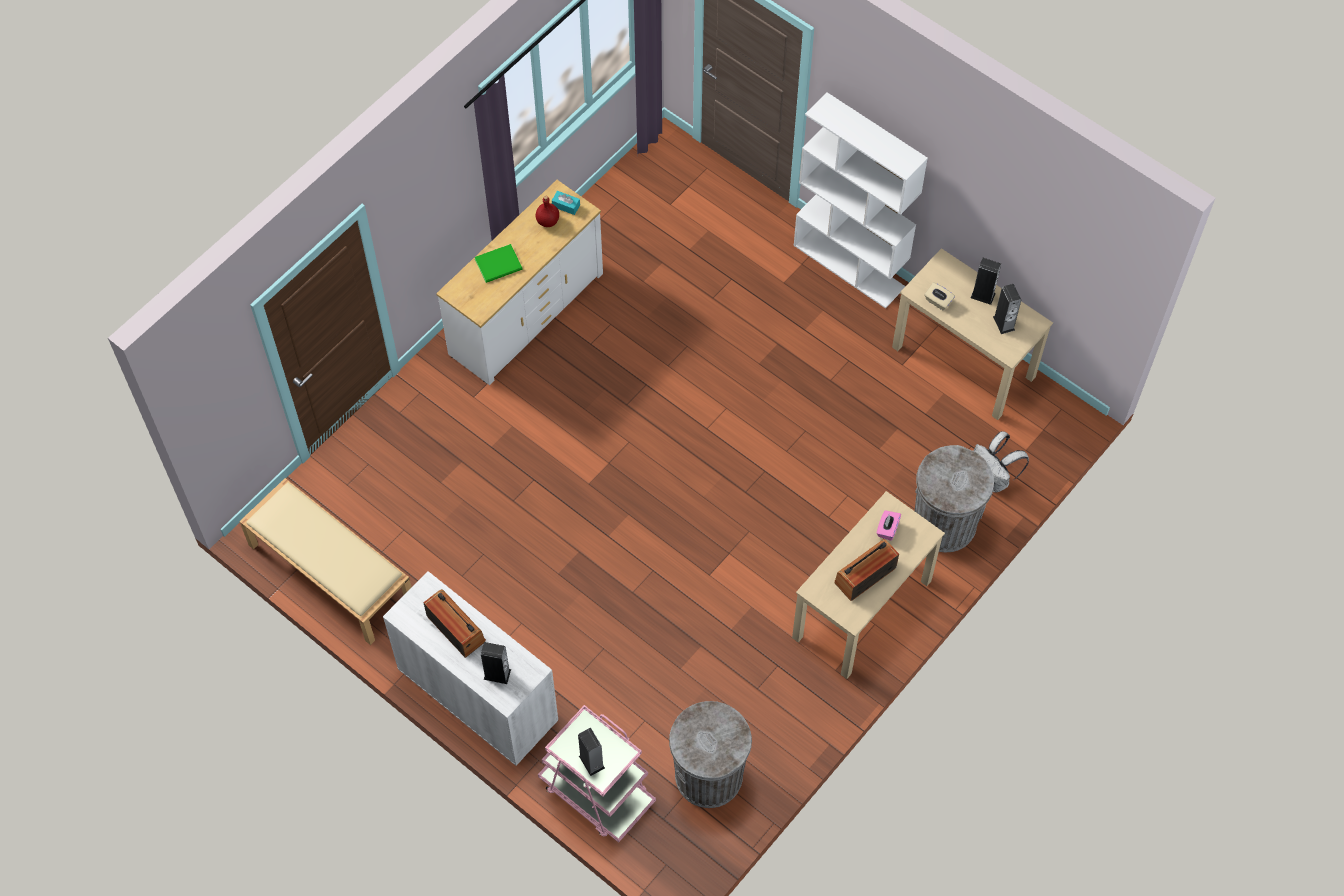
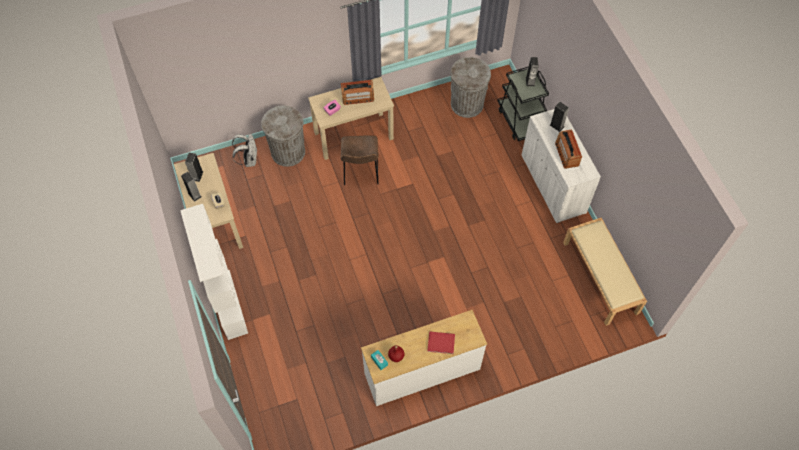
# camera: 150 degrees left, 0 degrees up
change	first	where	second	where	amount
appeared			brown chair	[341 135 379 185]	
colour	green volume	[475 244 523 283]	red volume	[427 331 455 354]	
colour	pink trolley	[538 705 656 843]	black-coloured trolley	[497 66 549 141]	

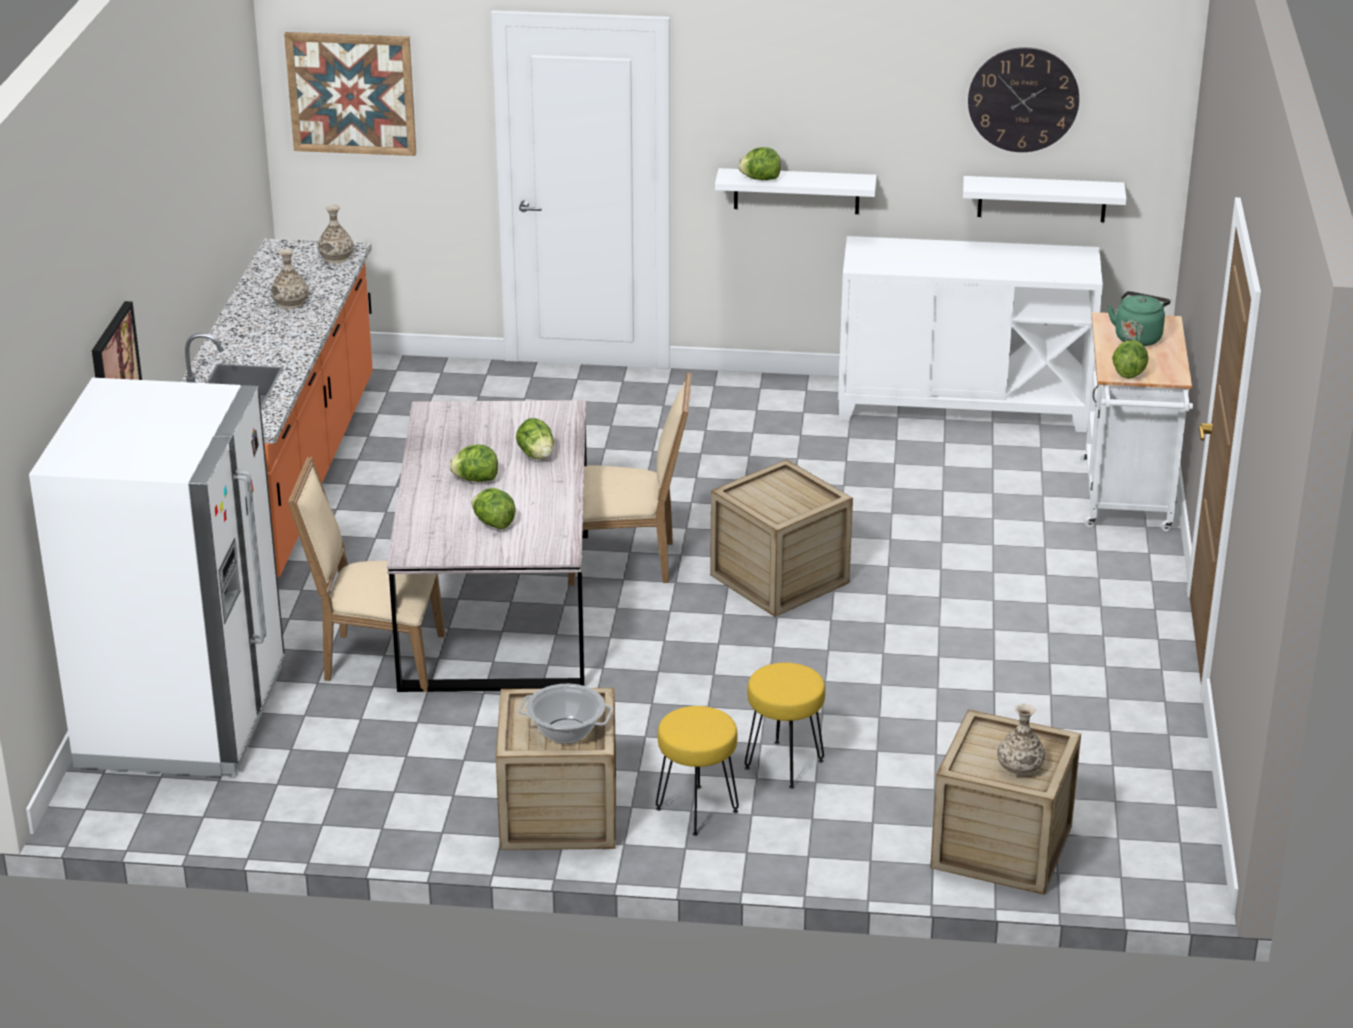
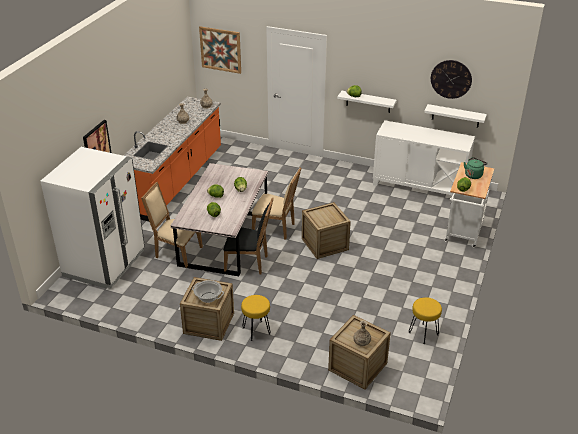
# camera: 15 degrees right, 5 degrees up
change	first	where	second	where	amount
appeared			black-coloured chair	[224 198 274 274]	
relocated	yellowish sitting stool	[745 663 825 789]		[409 297 442 344]	

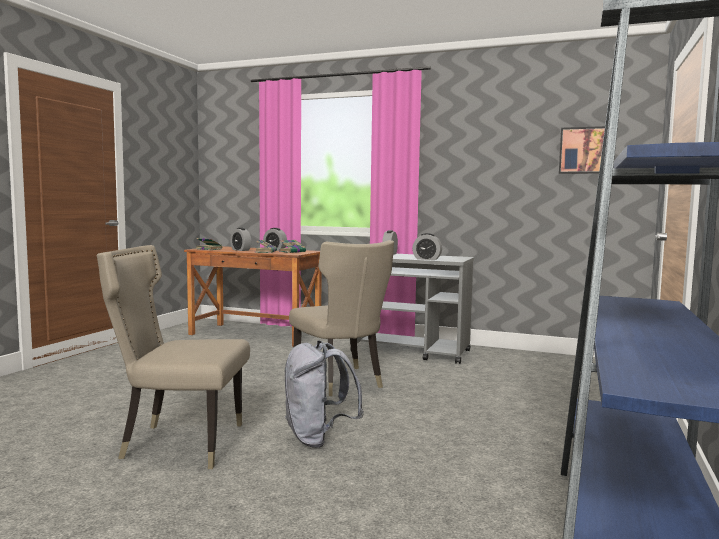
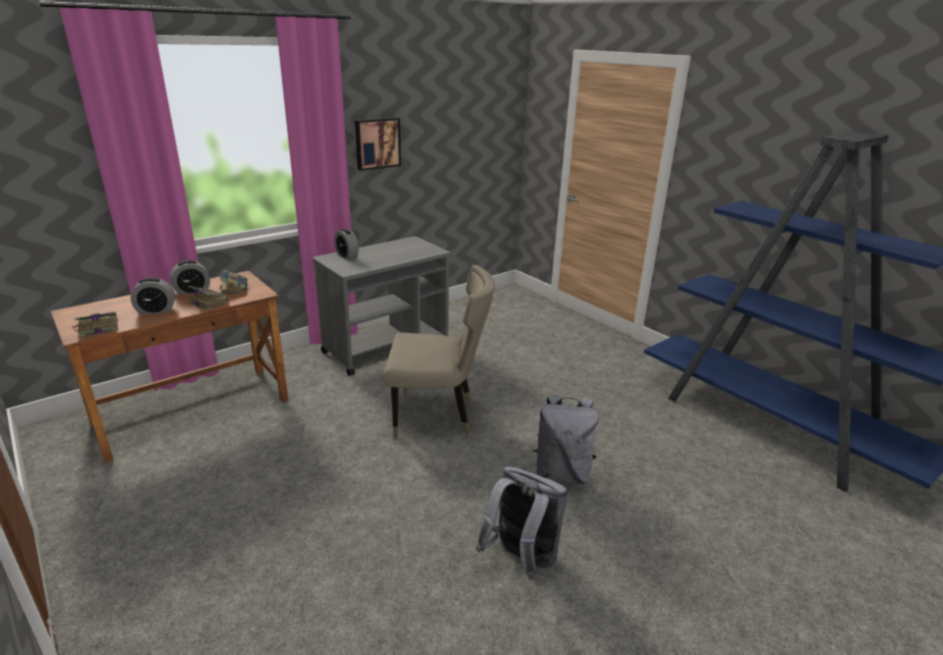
# camera: 60 degrees left, 20 degrees up
change	first	where	second	where	amount
relocated	picture	[559 126 605 174]		[355 117 401 171]	
exchanged	sand-coloured chair	[97 245 250 469]	grey backpack	[476 466 568 581]	
missing	alarm clock	[412 233 442 260]			

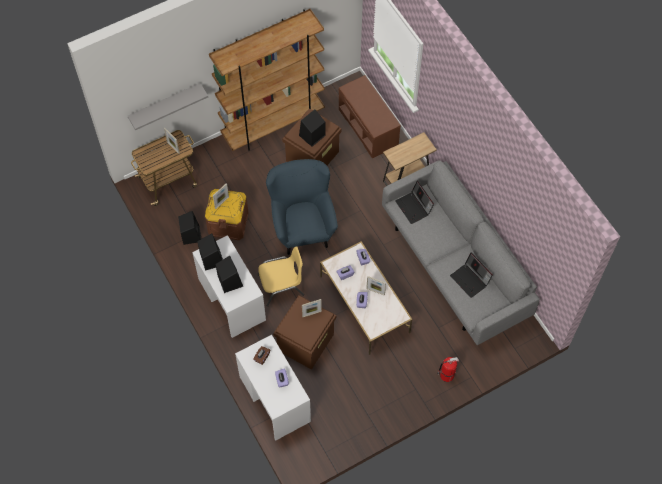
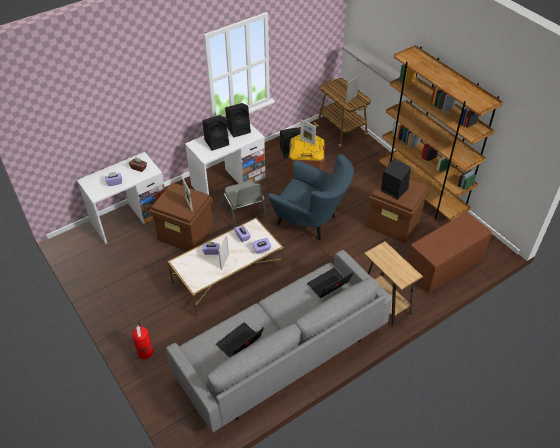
# camera: 85 degrees right, 15 degrees down
change	first	where	second	where	amount
colour	yellowish chair	[257 246 304 307]	grey chair	[223 181 267 227]	
spun	blue armchair	[266 159 338 255]		[268 154 354 240]	45 degrees clockwise

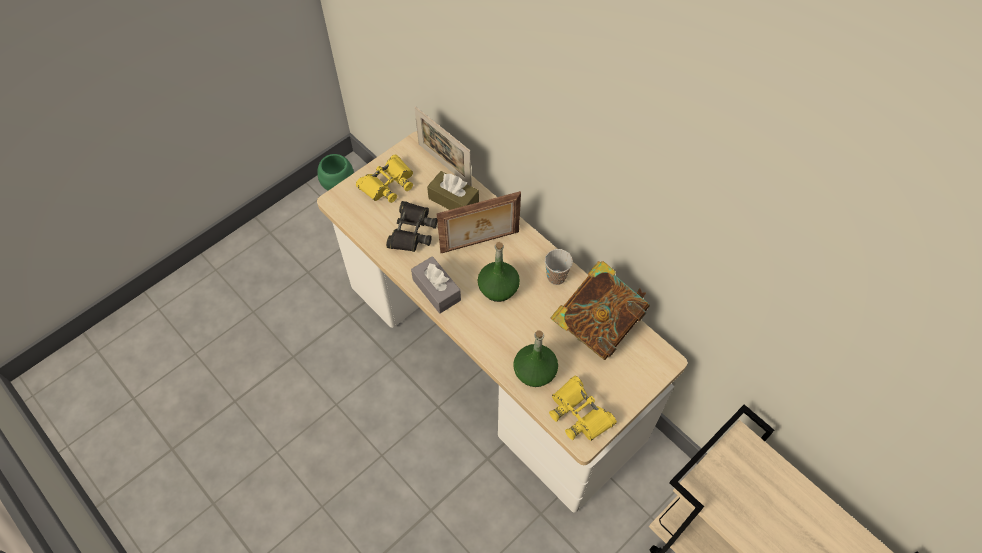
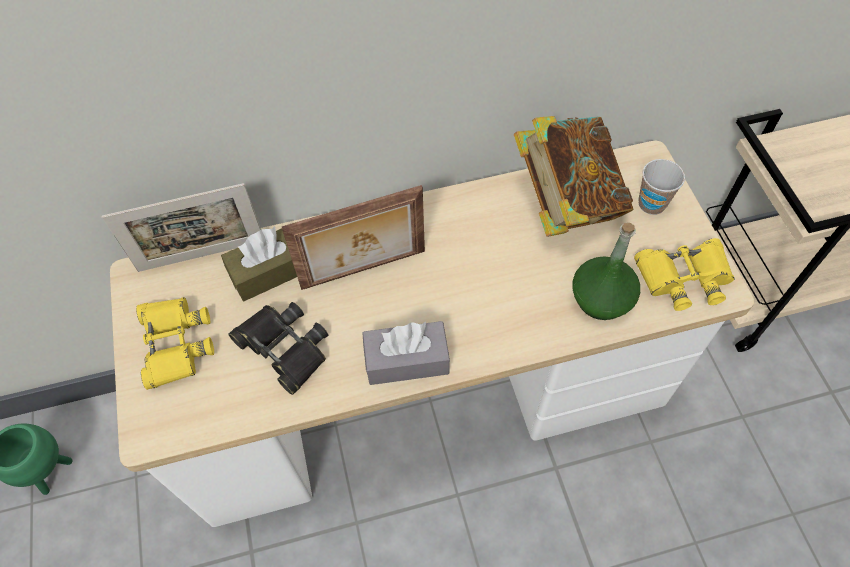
# camera: 60 degrees left, 0 degrees up
change	first	where	second	where	amount
spun	picture frame	[436 191 521 253]		[282 185 425 290]	60 degrees clockwise
relocated	drinking cup	[545 249 573 285]		[638 159 685 215]	
missing	green drink bottle	[478 242 520 302]			

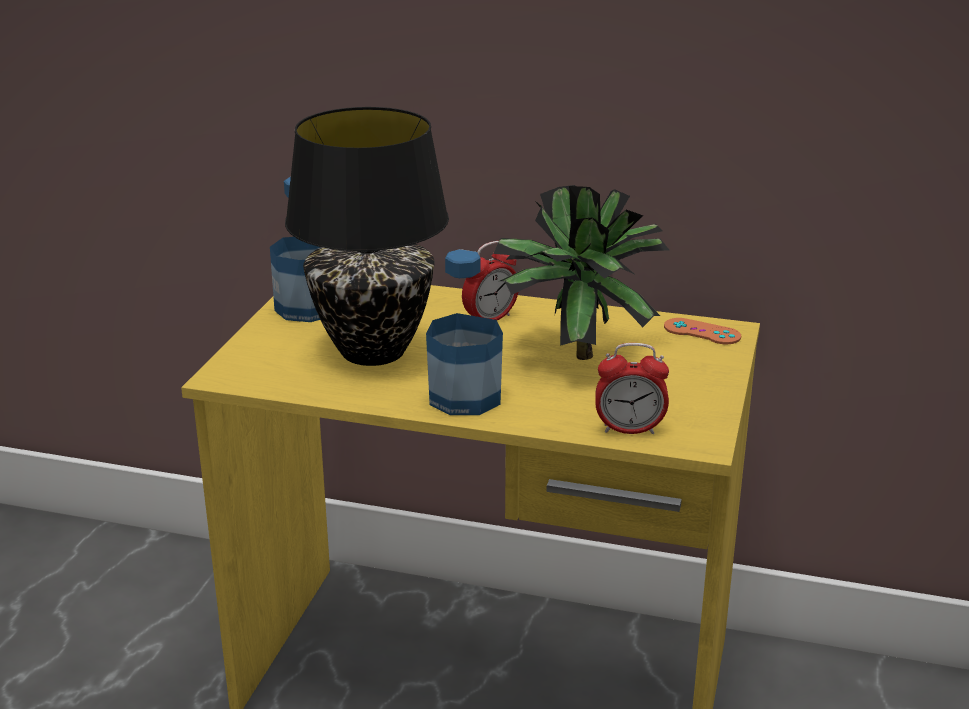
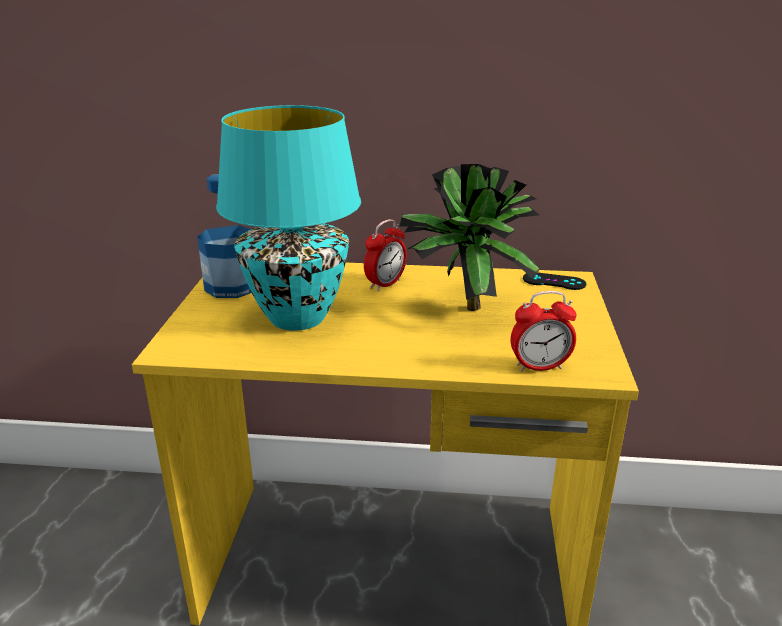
# camera: 10 degrees left, 0 degrees up
change	first	where	second	where	amount
colour	black-coloured tabletop lamp	[285 107 449 366]	turquoise tabletop lamp	[216 105 361 331]	
colour	orange-coloured gamepad	[664 318 741 344]	black-coloured gamepad	[523 273 586 290]	
missing	drink bottle	[426 249 503 415]			

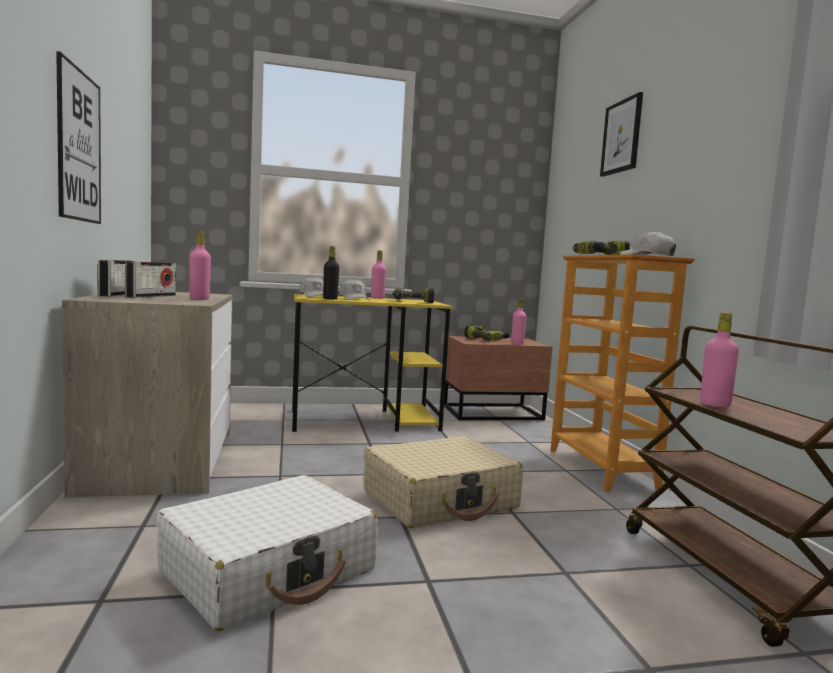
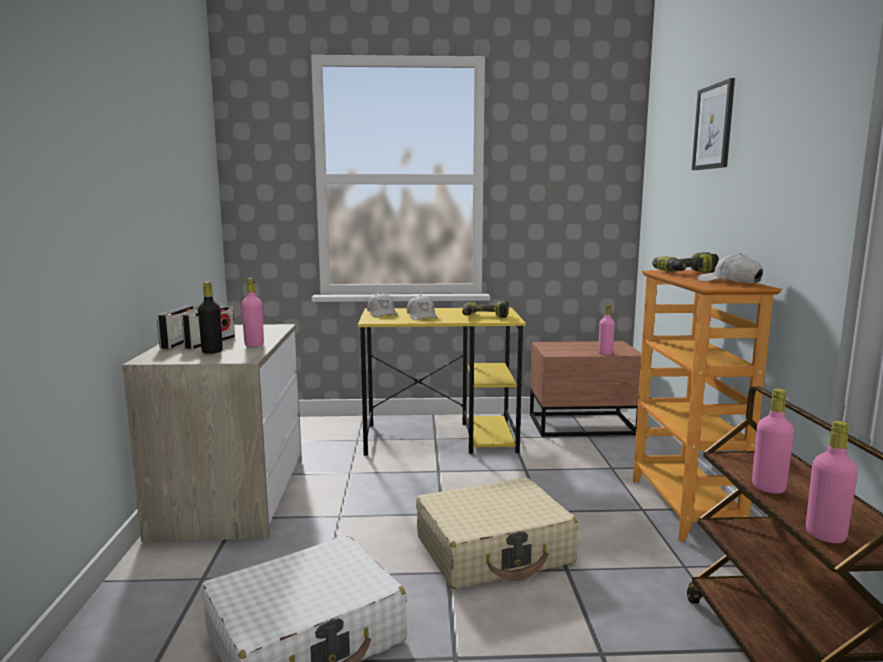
# camera: 10 degrees right, 5 degrees up
change	first	where	second	where	amount
relocated	black-coloured drink bottle	[323 246 339 300]		[198 282 223 354]	
relocated	pink drink bottle	[371 251 386 299]		[806 421 858 543]	
missing	picture	[56 51 101 224]			
missing	electric drill	[464 325 510 341]			

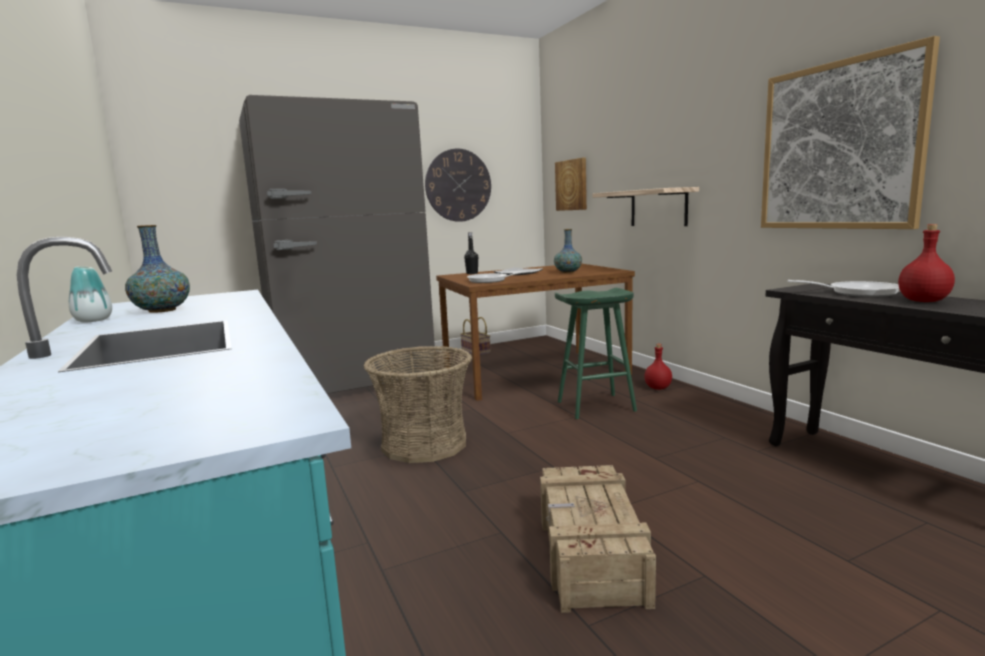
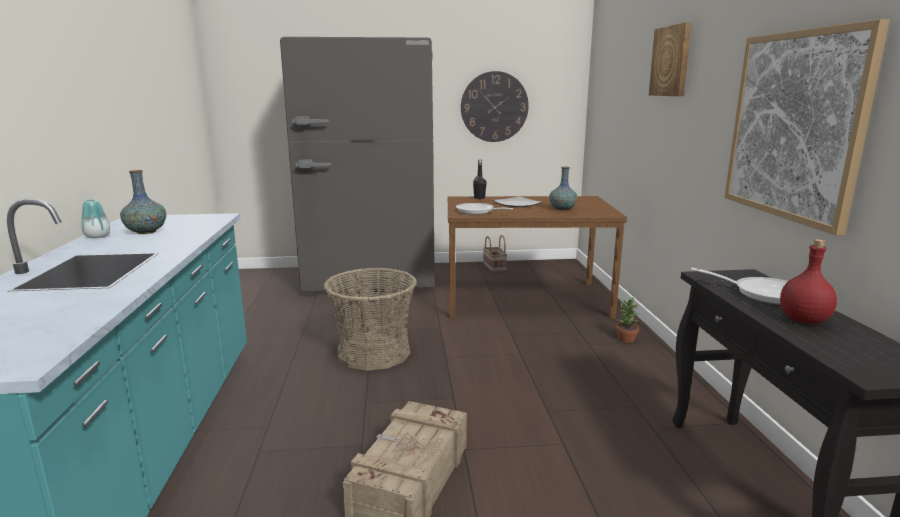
# camera: 20 degrees right, 5 degrees up
change	first	where	second	where	amount
exchanged	red drink bottle	[644 344 672 390]	houseplant	[616 296 639 343]	
relocated	picture	[555 158 587 211]		[649 22 692 96]	
missing	green sitting stool	[555 288 637 419]			
missing	wall shelf	[592 187 699 226]			

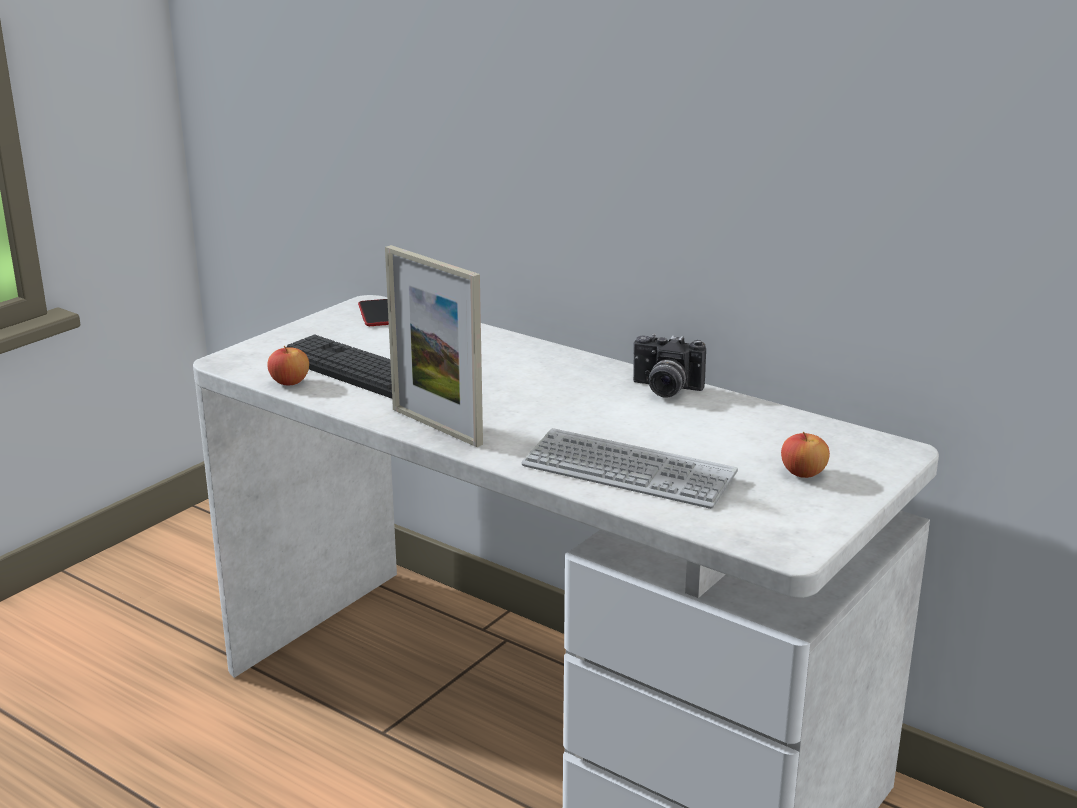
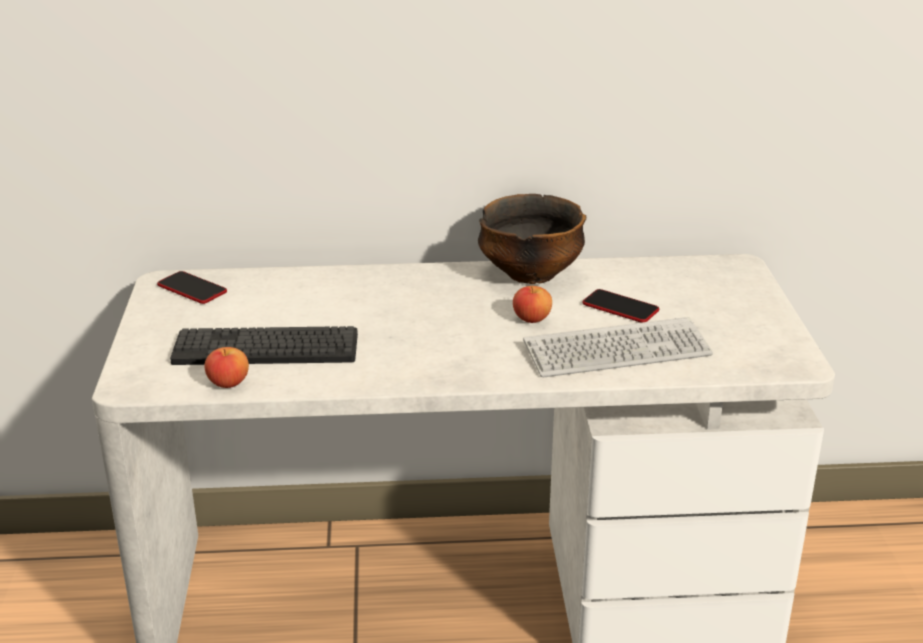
# camera: 40 degrees left, 5 degrees up
change	first	where	second	where	amount
exchanged	photo camera	[633 333 706 398]	bowl	[478 194 586 284]	
relocated	apple	[781 432 830 478]		[513 286 552 323]	
appeared			phone	[582 289 659 323]	
missing	picture frame	[385 245 483 447]			

